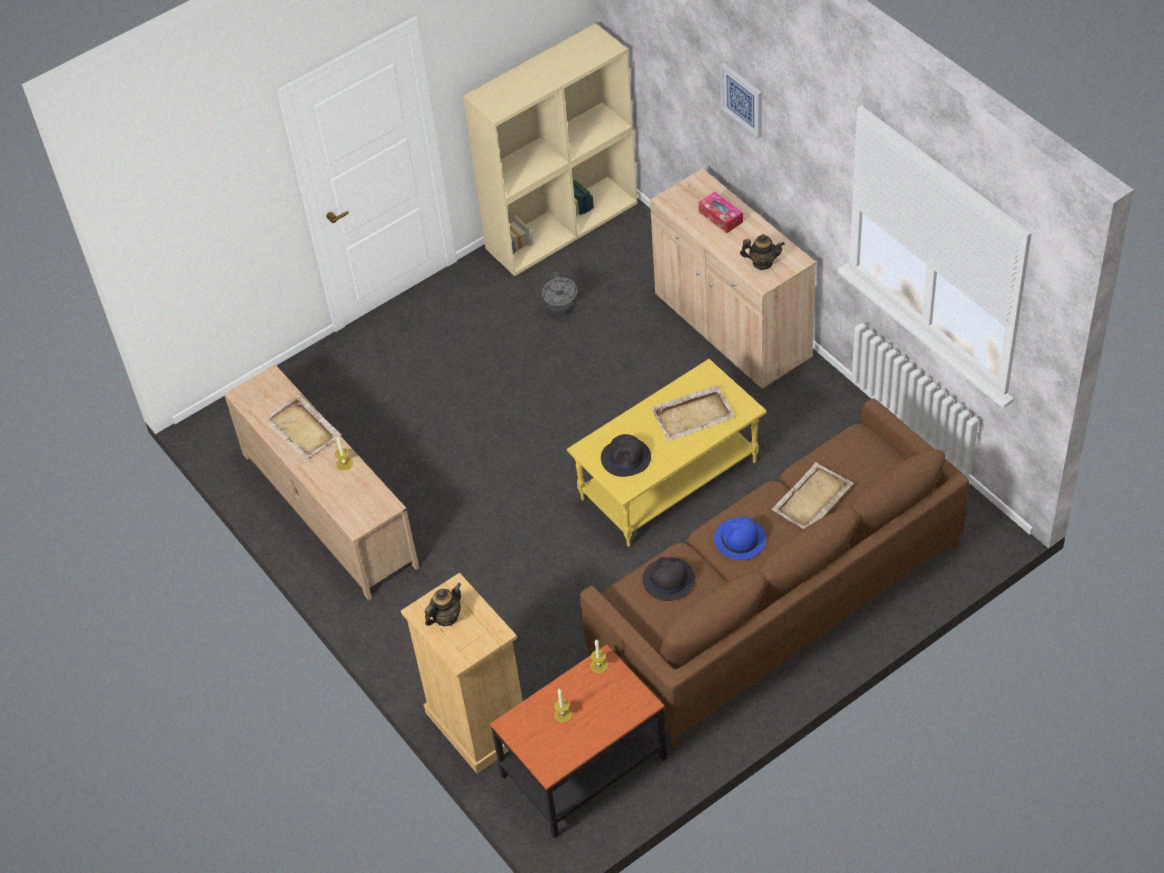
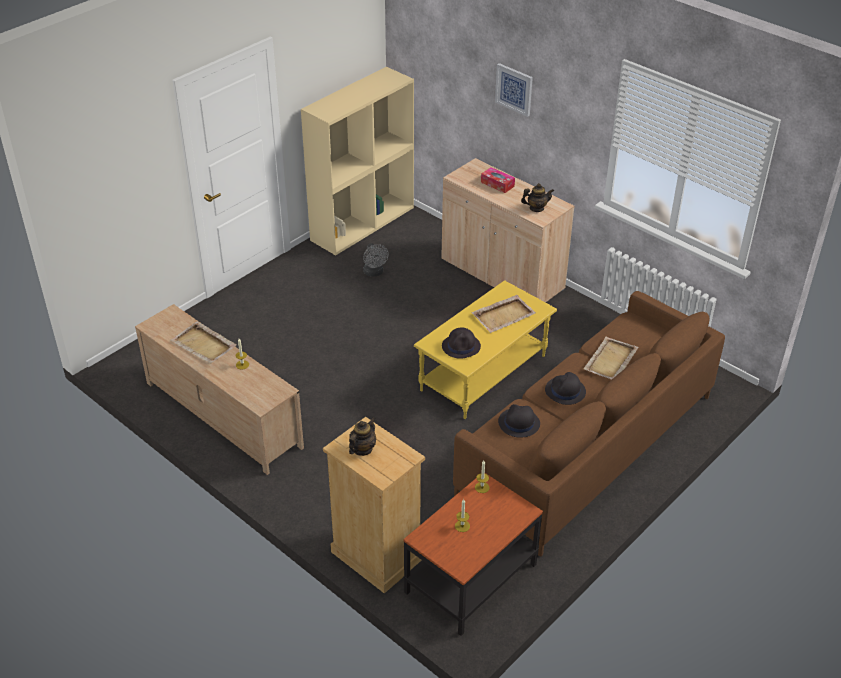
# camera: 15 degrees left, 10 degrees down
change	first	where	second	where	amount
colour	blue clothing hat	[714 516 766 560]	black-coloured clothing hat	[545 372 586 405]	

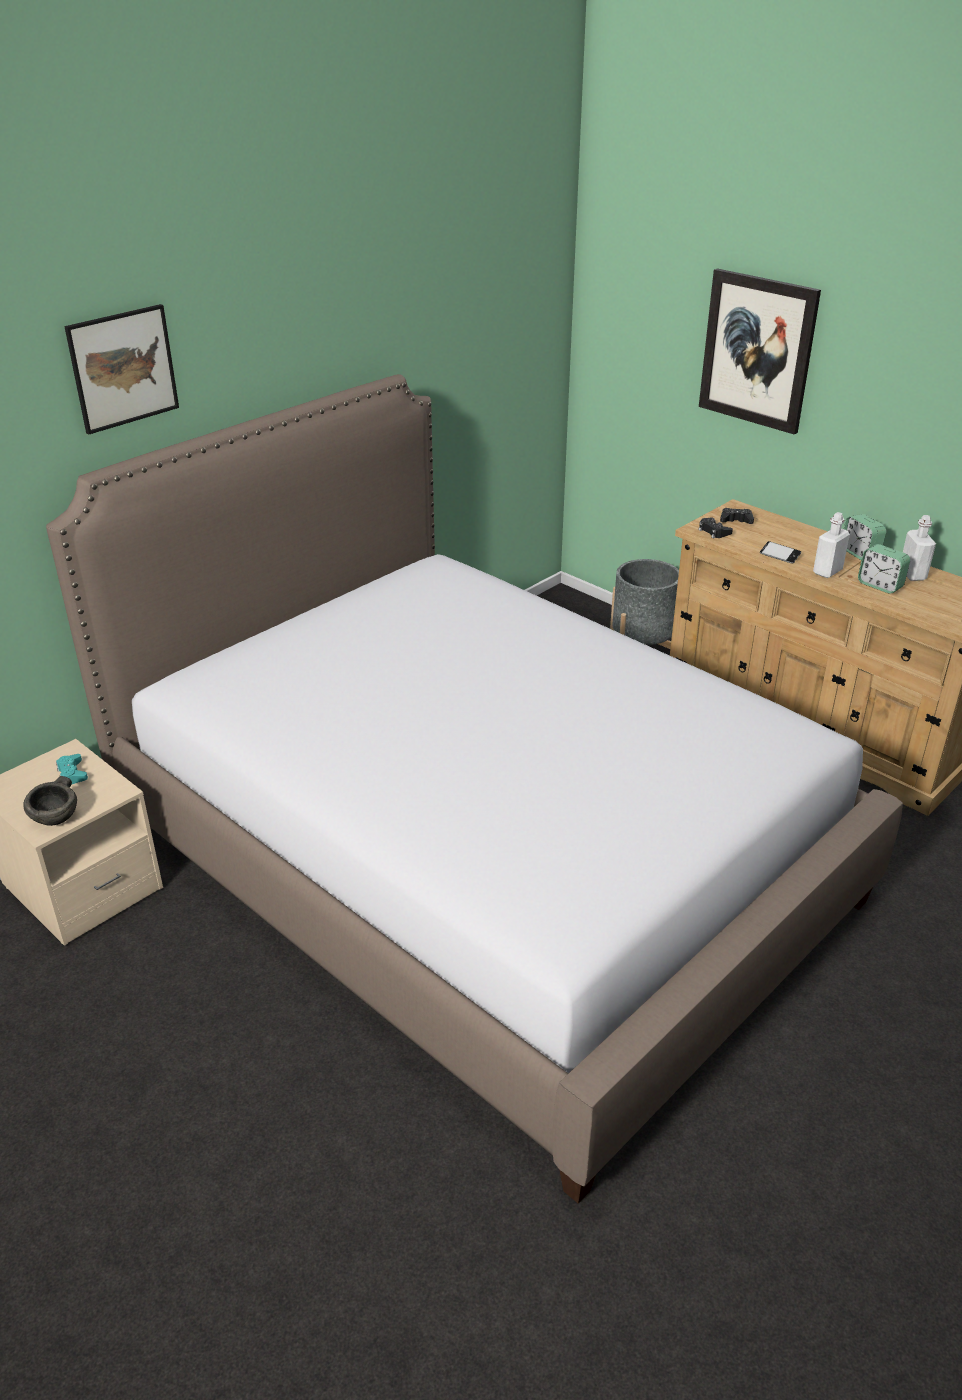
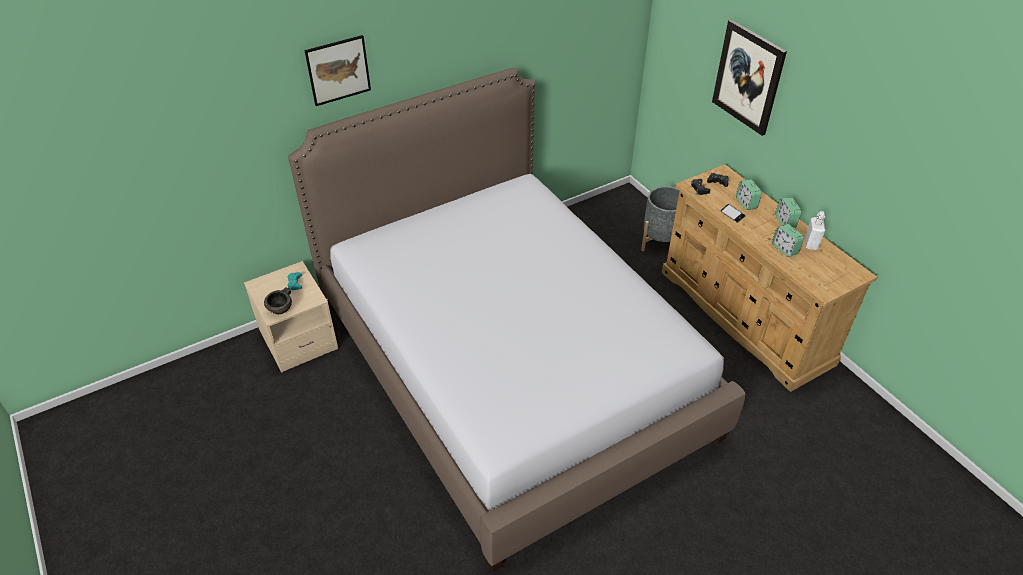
# camera: 15 degrees right, 10 degrees up
change	first	where	second	where	amount
appeared			alarm clock	[736 179 762 210]	
missing	whitish drink bottle	[813 512 850 578]			

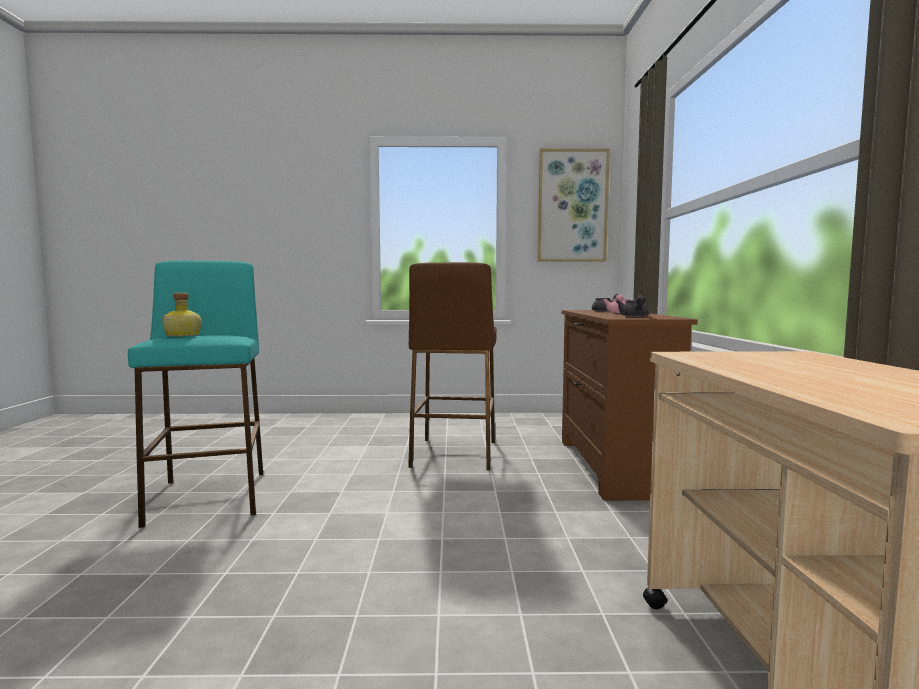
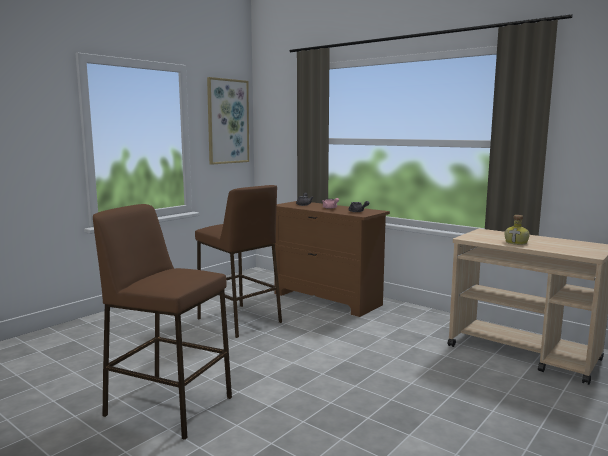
# camera: 50 degrees left, 5 degrees up
change	first	where	second	where	amount
colour	turquoise sitting stool	[128 260 263 528]	brown sitting stool	[93 204 232 440]	
relocated	drink bottle	[162 293 202 336]		[505 215 530 245]	

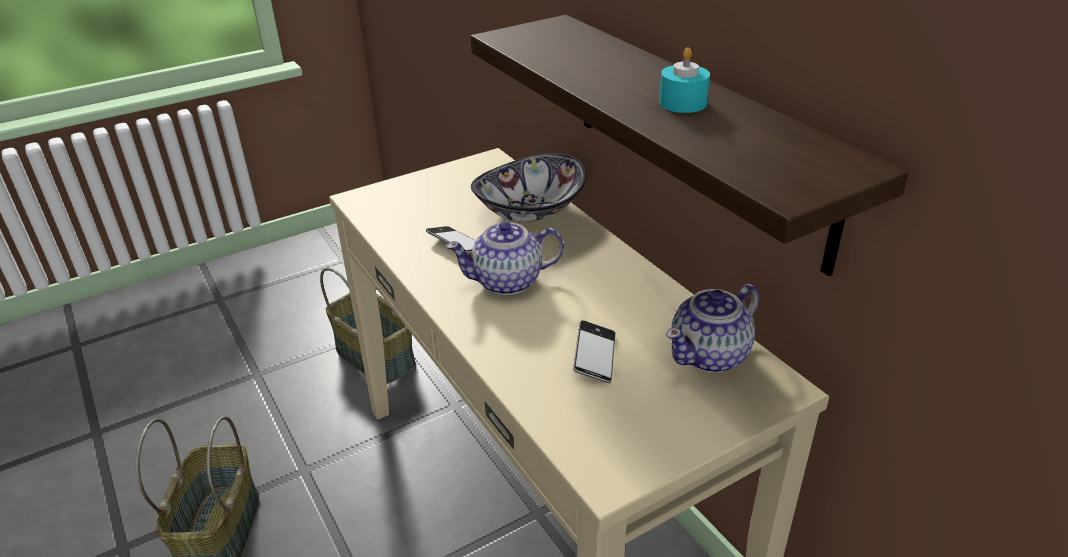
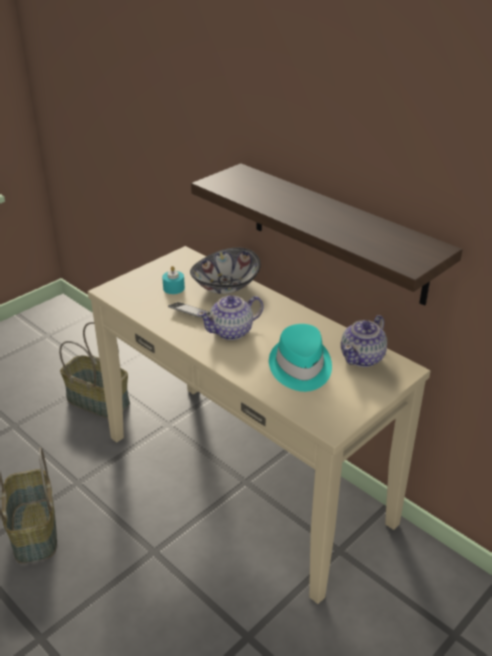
# camera: 15 degrees left, 0 degrees up
change	first	where	second	where	amount
relocated	turquoise candle	[659 47 710 113]		[162 266 185 294]	
exchanged	phone	[573 320 615 383]	turquoise clothing hat	[269 324 332 392]	

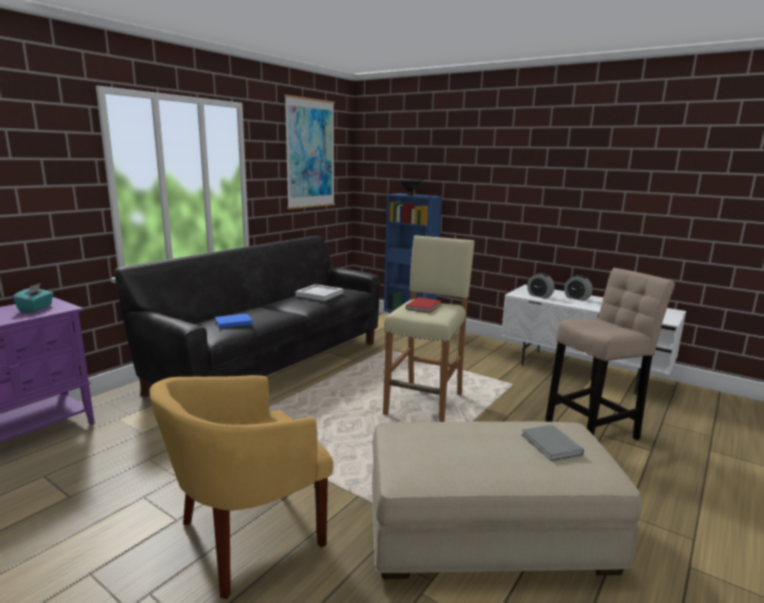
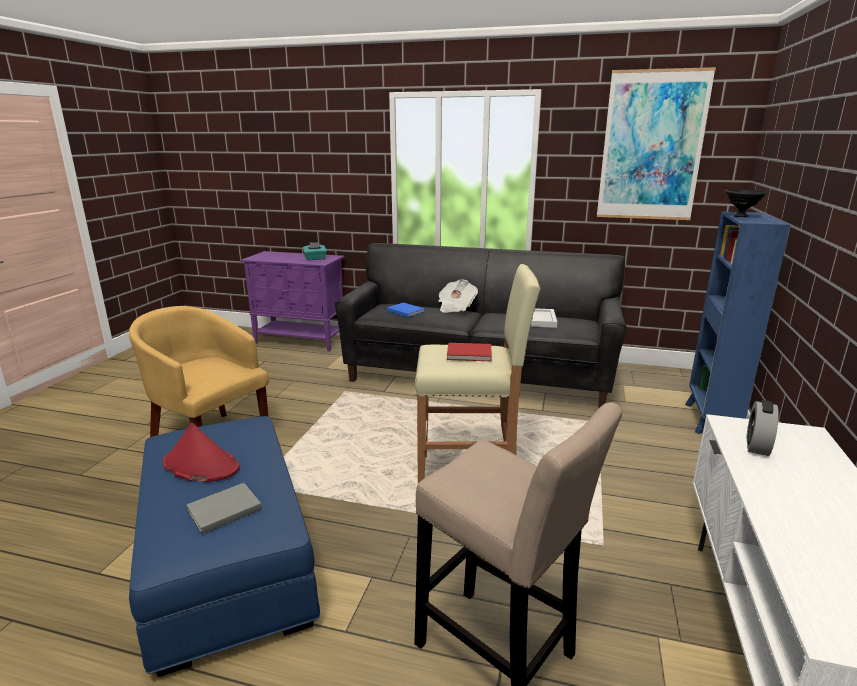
# camera: 70 degrees right, 5 degrees up
change	first	where	second	where	amount
colour	sand-coloured pouffe	[372 421 642 579]	blue pouffe	[129 416 320 677]	
appeared			red clothing hat	[163 423 240 482]	
appeared			printed paper	[438 279 478 313]	
missing	alarm clock	[564 275 593 301]			

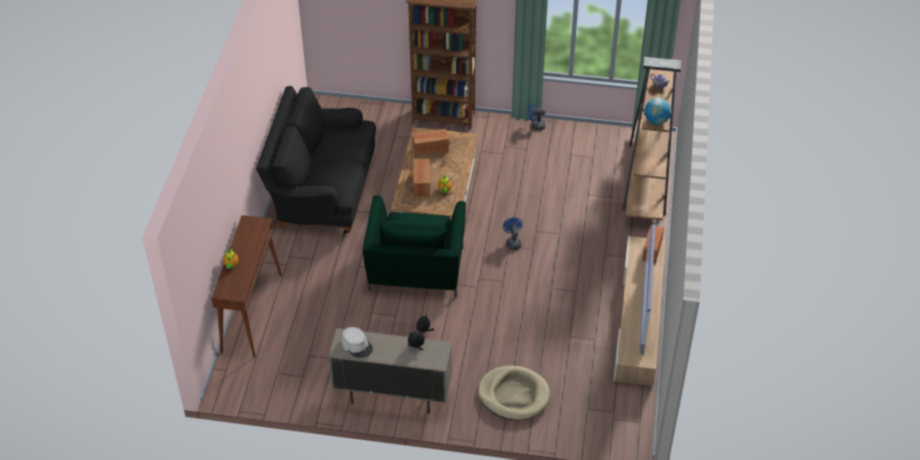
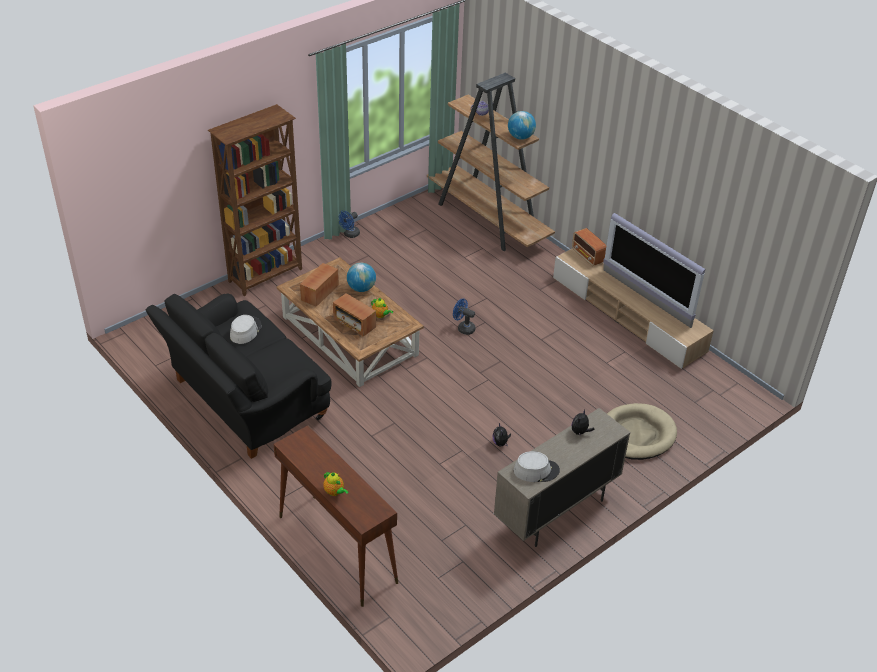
# camera: 50 degrees left, 5 degrees down
change	first	where	second	where	amount
appeared			grey clothing hat	[230 315 262 344]	
appeared			globe	[347 263 376 292]	
missing	green armchair	[363 195 466 298]			

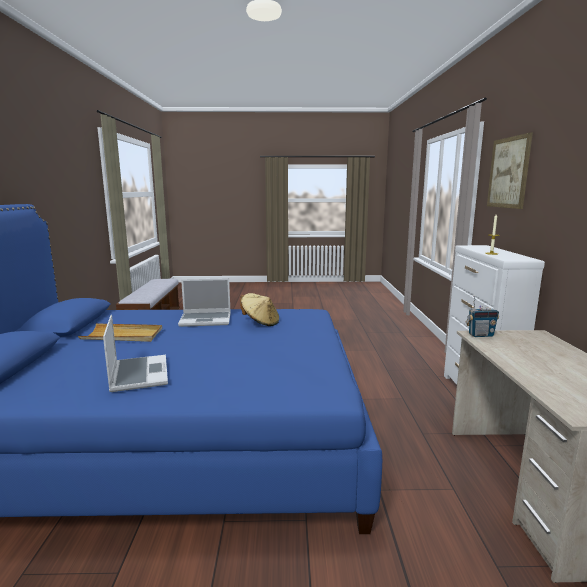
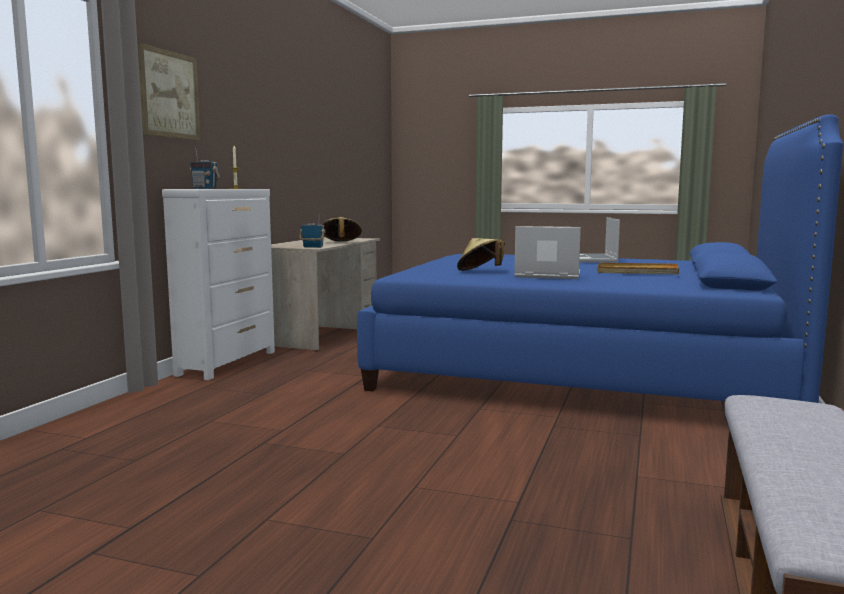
# camera: 160 degrees left, 5 degrees down
change	first	where	second	where	amount
appeared			radio	[190 148 220 189]	
appeared			sand-coloured clothing hat	[322 217 362 242]	

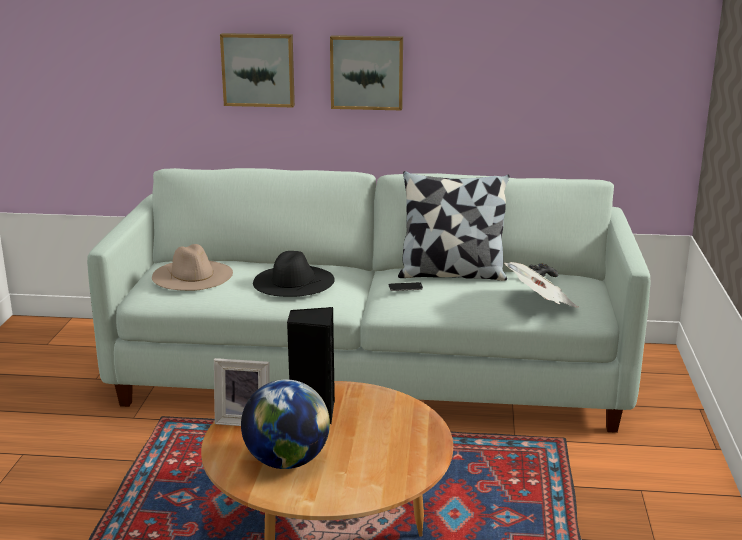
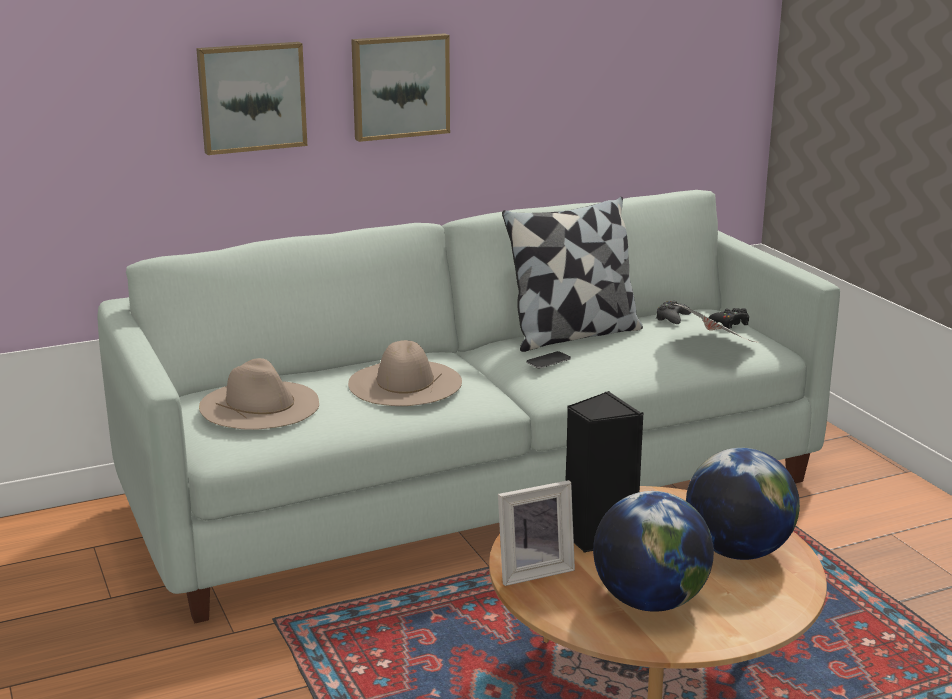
# camera: 30 degrees left, 0 degrees up
change	first	where	second	where	amount
colour	black-coloured clothing hat	[253 251 335 297]	sand-coloured clothing hat	[348 340 462 406]	
appeared			globe	[686 448 800 560]	
appeared			black-coloured gamepad	[709 308 749 329]	

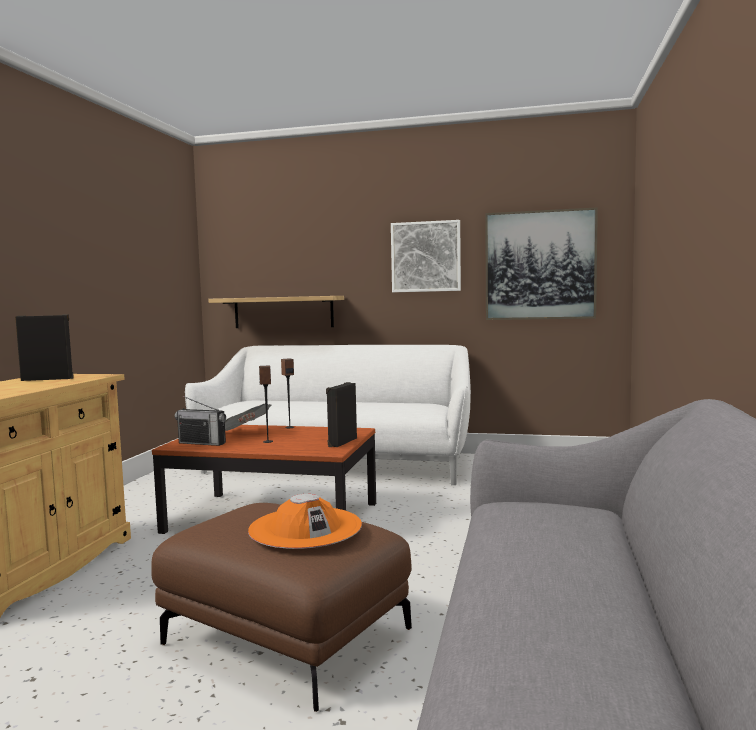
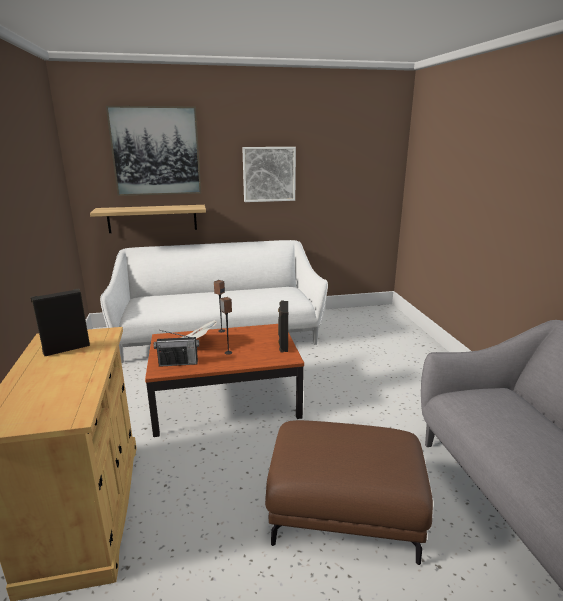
# camera: 25 degrees left, 15 degrees up
change	first	where	second	where	amount
relocated	picture	[485 207 598 320]		[106 106 201 196]	
missing	orange-coloured clothing hat	[248 494 362 549]			

